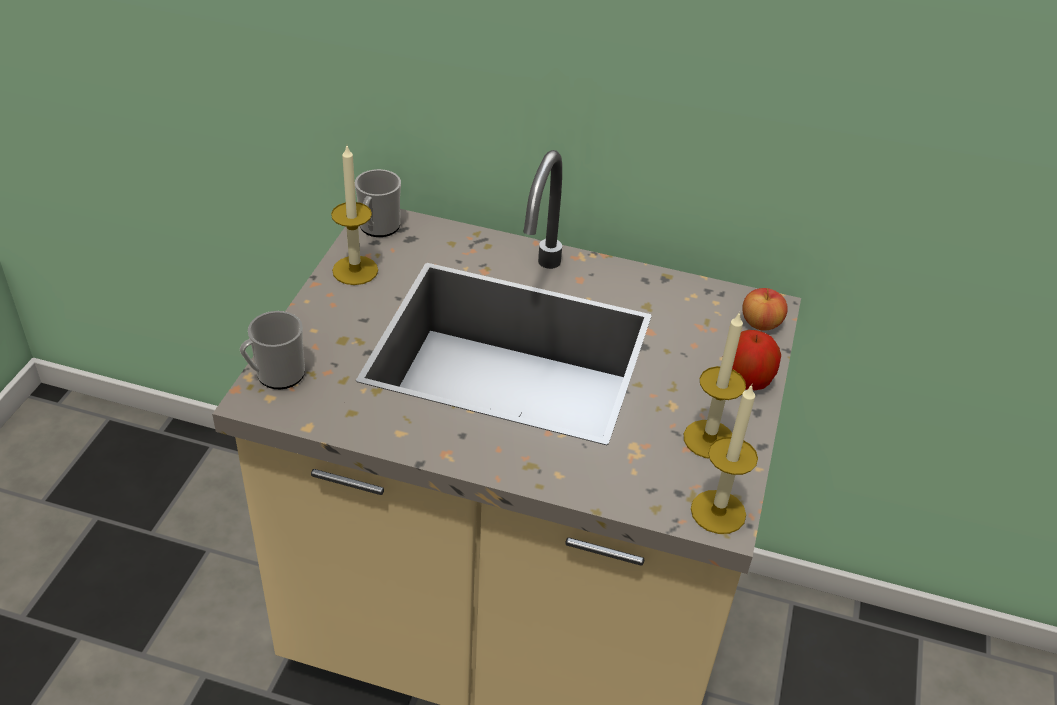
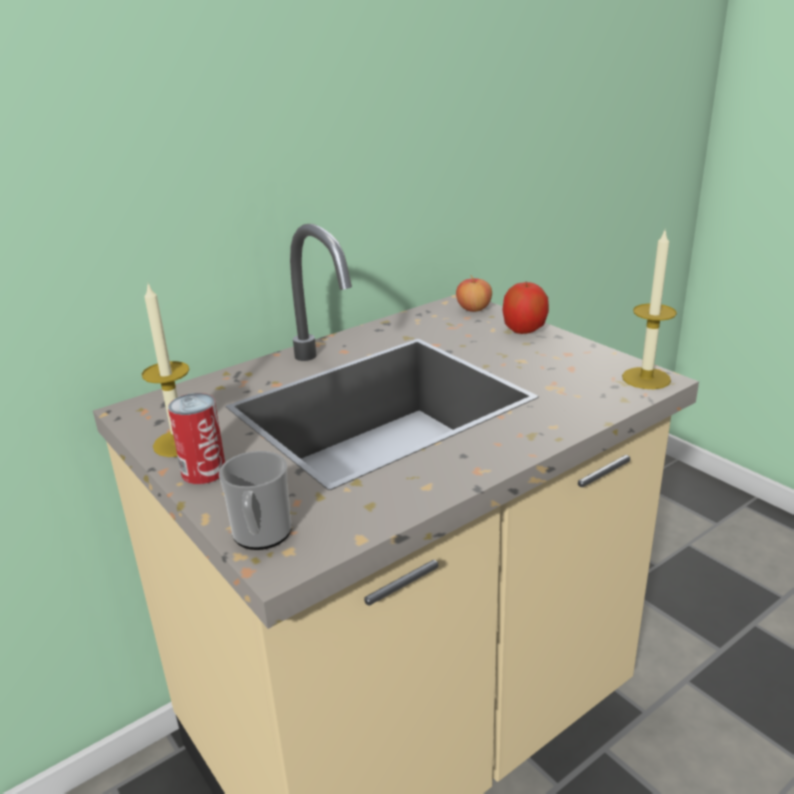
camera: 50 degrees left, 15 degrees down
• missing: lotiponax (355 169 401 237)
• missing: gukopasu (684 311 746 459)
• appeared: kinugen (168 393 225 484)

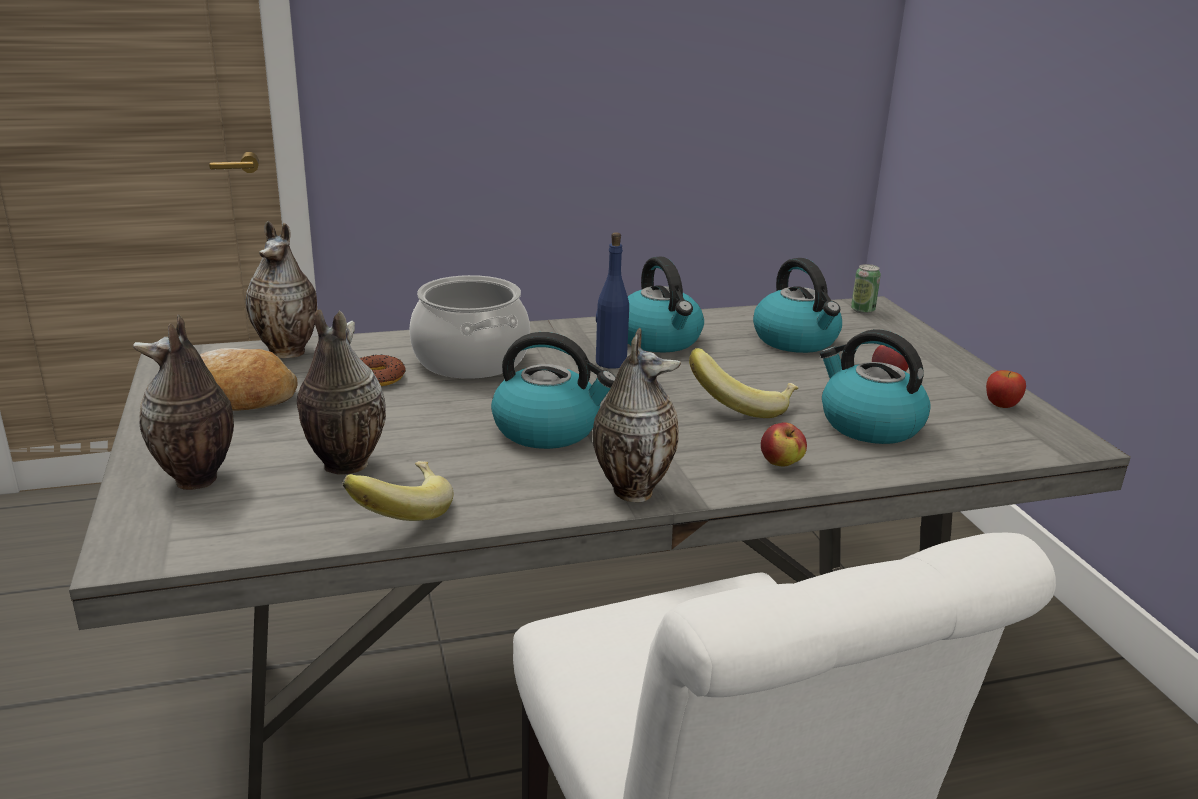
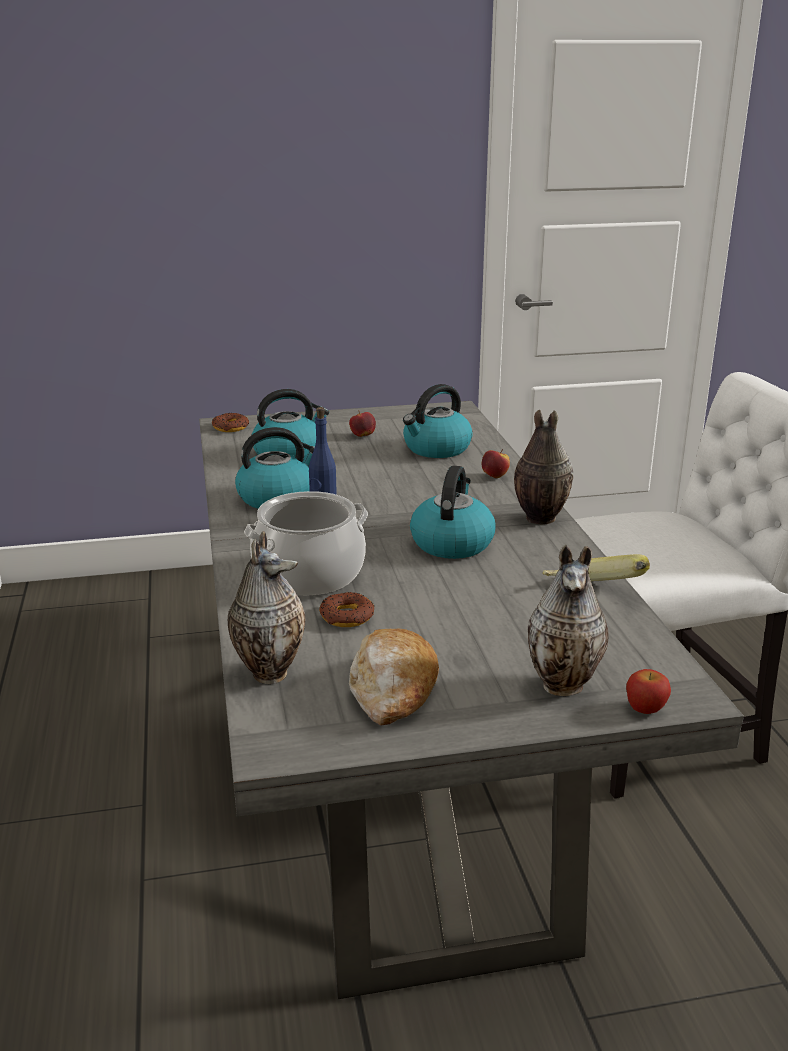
camera: 85 degrees left, 0 degrees up
• exchanged: kinugen (851 264 881 314) to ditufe (212 413 249 432)
• missing: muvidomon (297 309 386 475)
• missing: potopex (689 348 798 418)
• relocated: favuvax (986 370 1026 408) to (626 669 671 714)

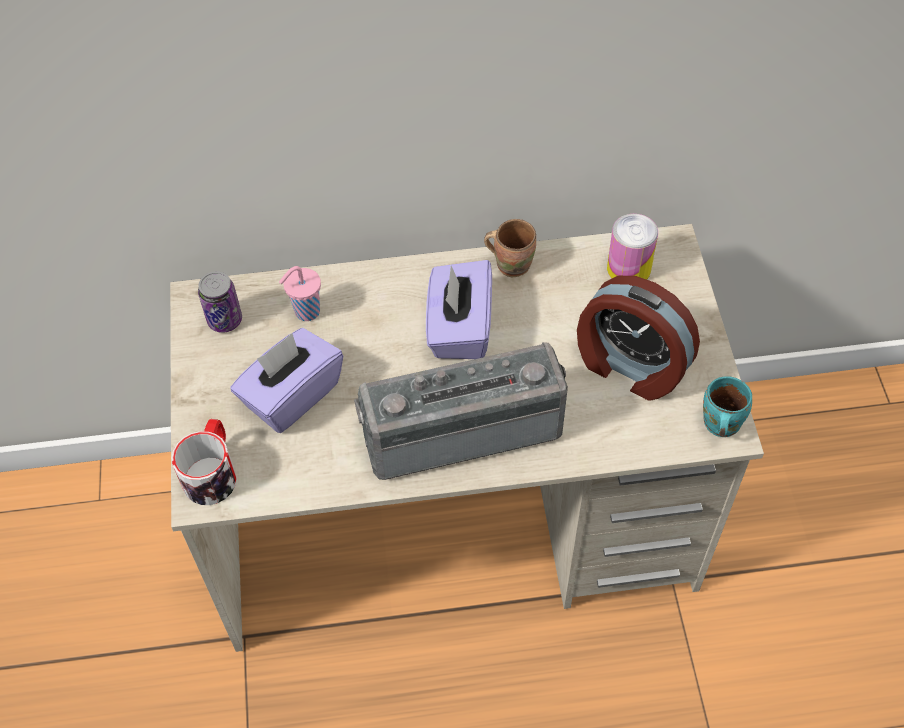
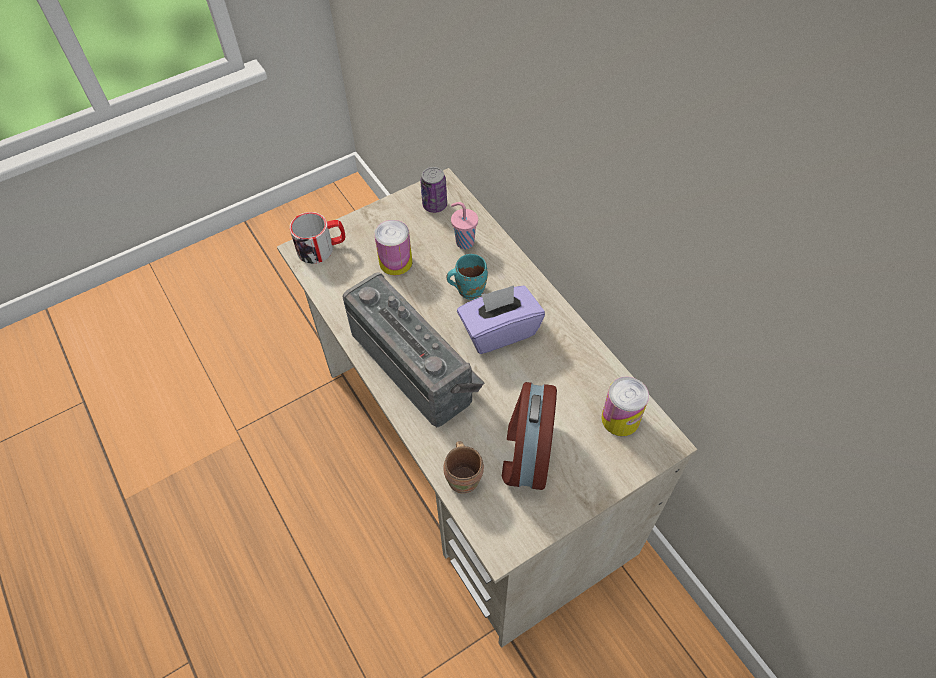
camera: 65 degrees right, 0 degrees up
• relocated: brown lotiponax (484 219 536 277) to (443 441 484 494)
• exchanged: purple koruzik (230 328 343 433) to kinugen (374 220 412 275)
• relocated: turquoise lotiponax (703 376 752 437) to (447 254 488 300)

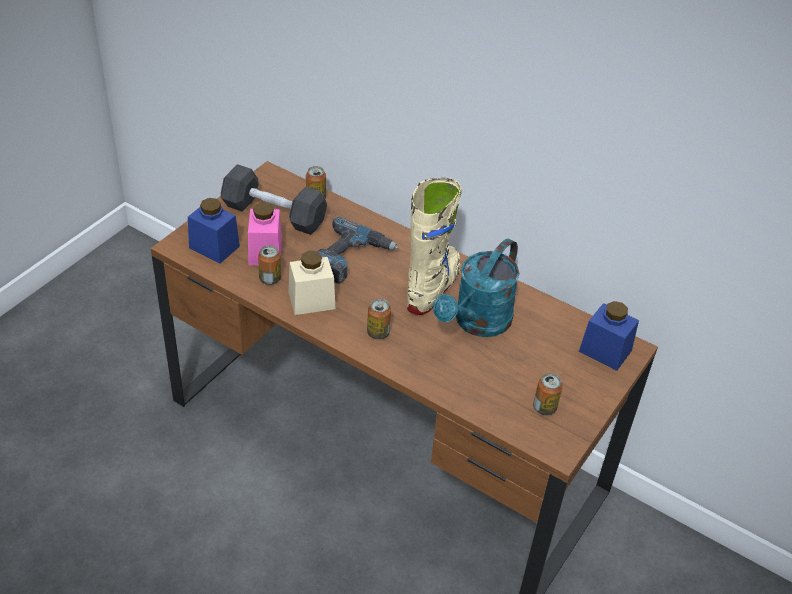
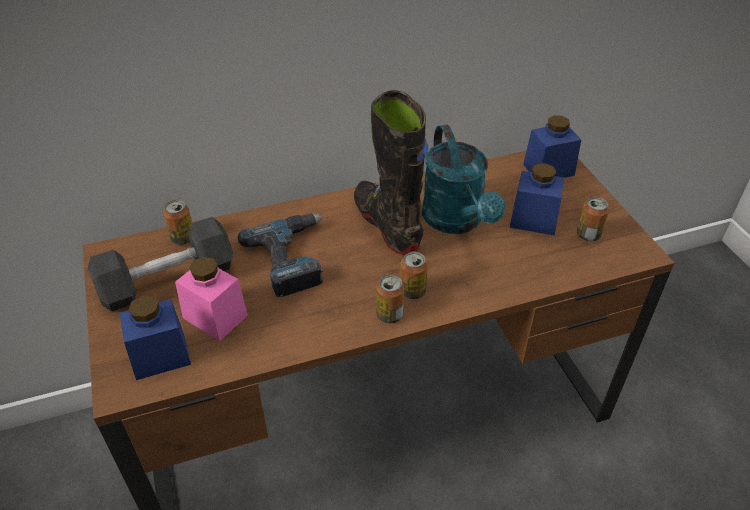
camera: 50 degrees left, 0 degrees up
• colour: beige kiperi (407 178 462 315) to black kiperi (354 90 428 255)
• relocated: kinugen (258 245 281 285) to (376 274 405 323)
• missing: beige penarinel (289 251 335 315)
• appeared: blue penarinel (510 163 564 235)

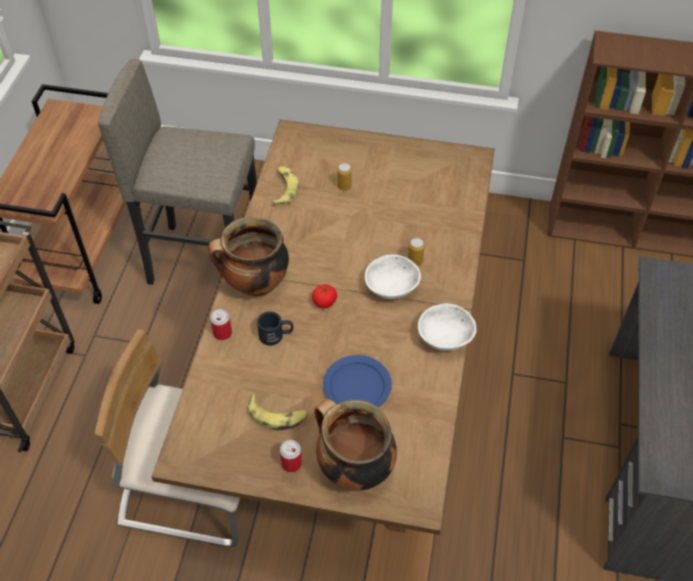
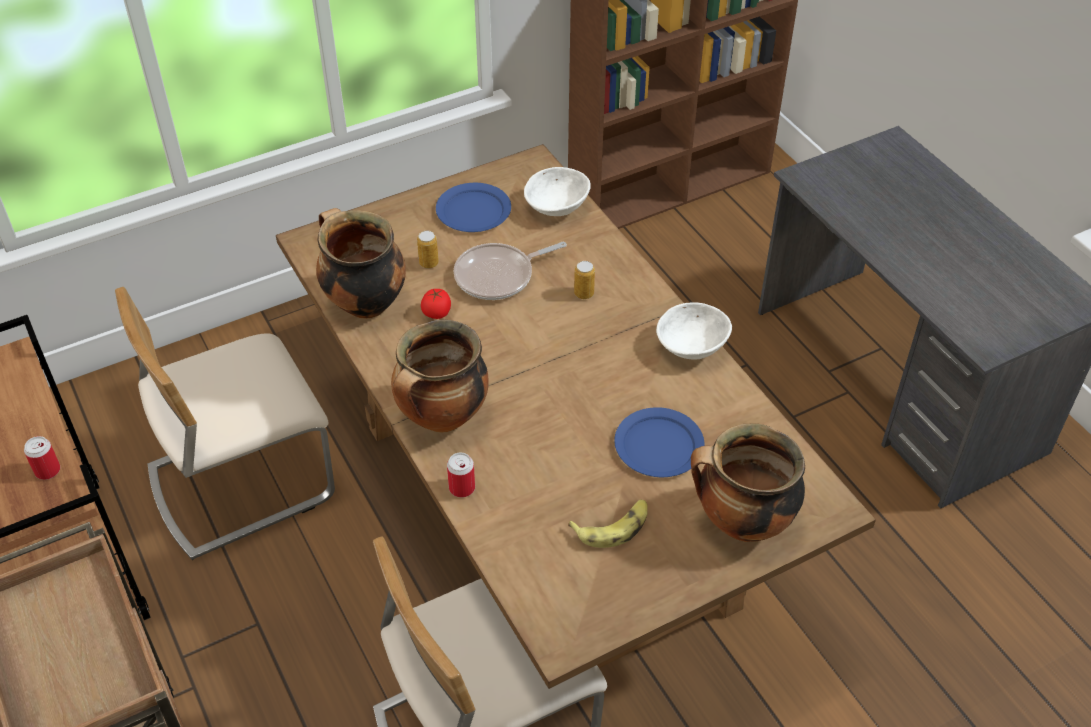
camera: 40 degrees left, 5 degrees down
• exchanged: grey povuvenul (98 59 257 285) to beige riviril (115 287 335 560)
• exchanged: potopex (272 166 299 205) to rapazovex (316 208 406 319)
• relocated: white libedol (365 255 421 299) to (524 167 591 216)
• relocated: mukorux (312 284 337 308) to (421 289 451 319)
• missing: black lotiponax (257 311 293 346)
• relocated: kinugen (280 440 302 473) to (24 436 60 480)
• appeared: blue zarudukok (436 183 511 232)
• appeared: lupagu (454 242 567 300)

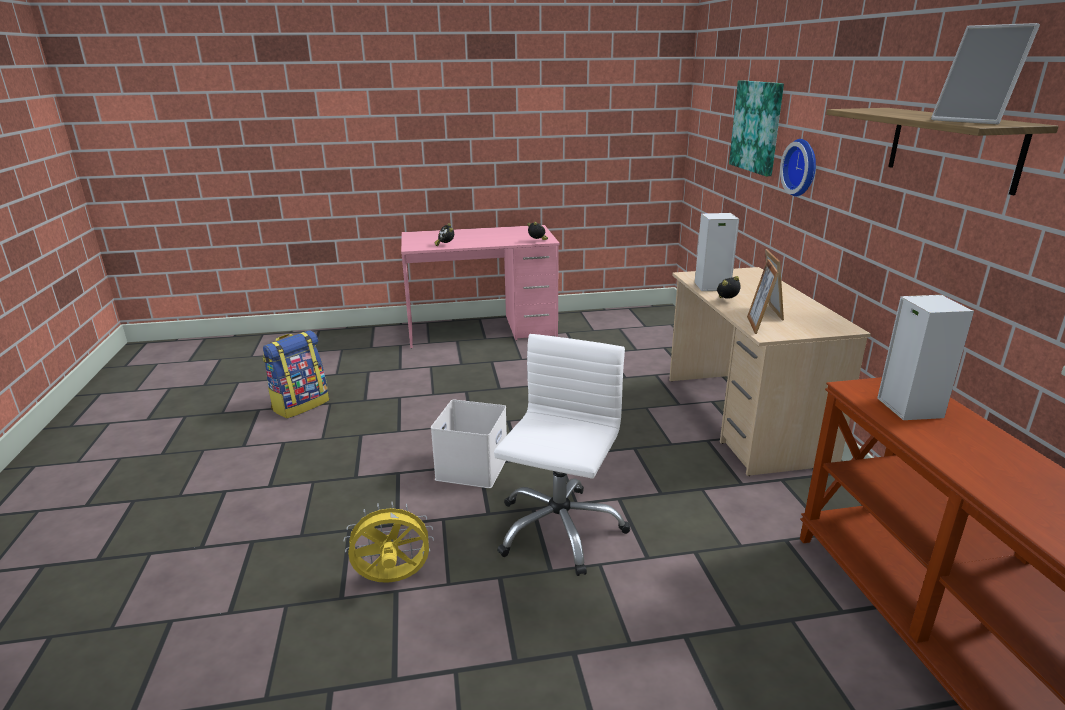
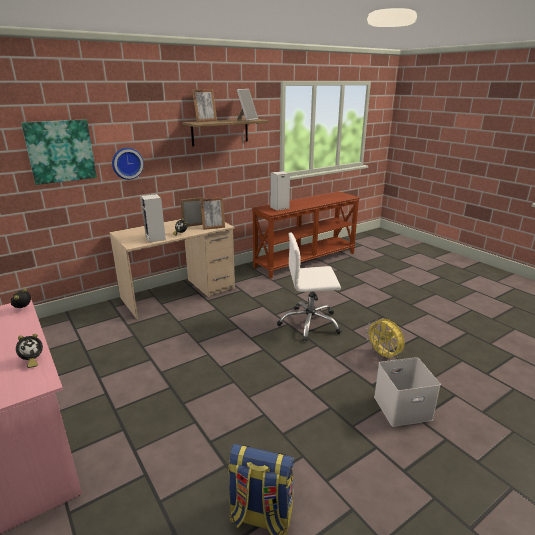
camera: 115 degrees left, 0 degrees up
• relocated: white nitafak (431 400 507 488) to (374 357 441 427)
• appeared: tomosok (192 89 217 122)

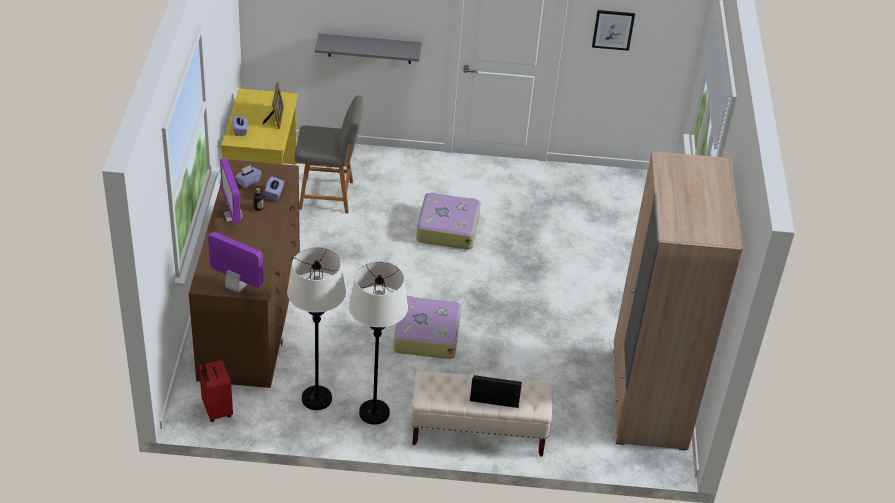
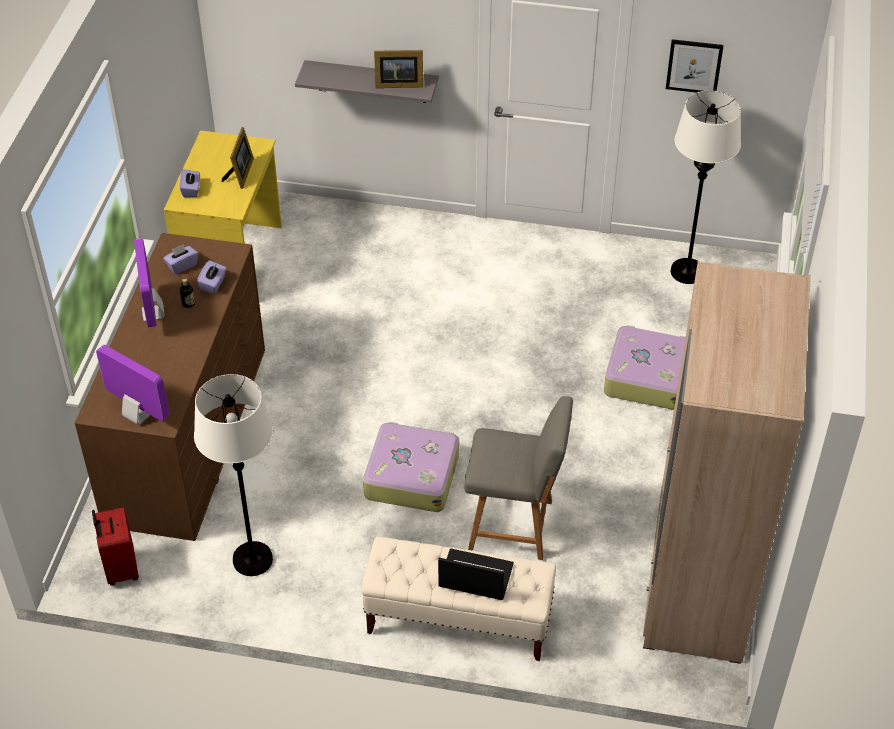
camera: 10 degrees right, 5 degrees up
• relocated: grey riviril (295 95 363 213) to (464 396 573 560)
• relocated: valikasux (416 192 481 249) to (604 325 686 410)
• relocated: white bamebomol (349 261 408 425) to (671 90 741 284)
• appeared: tomosok (374 50 423 88)

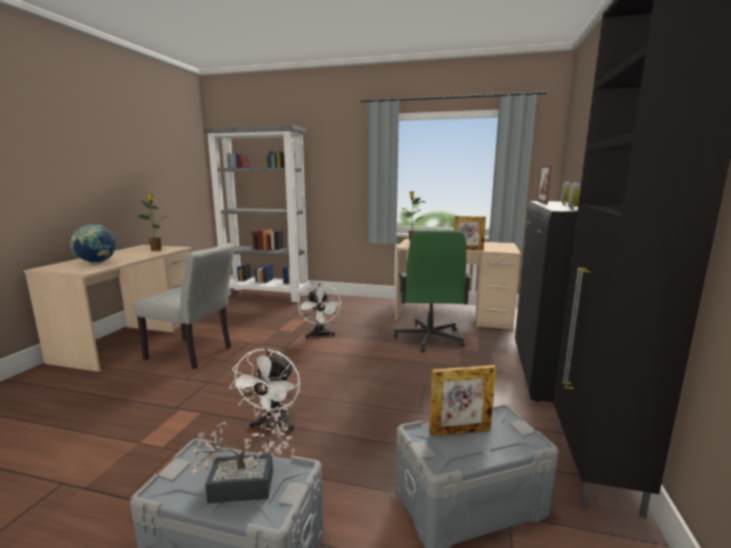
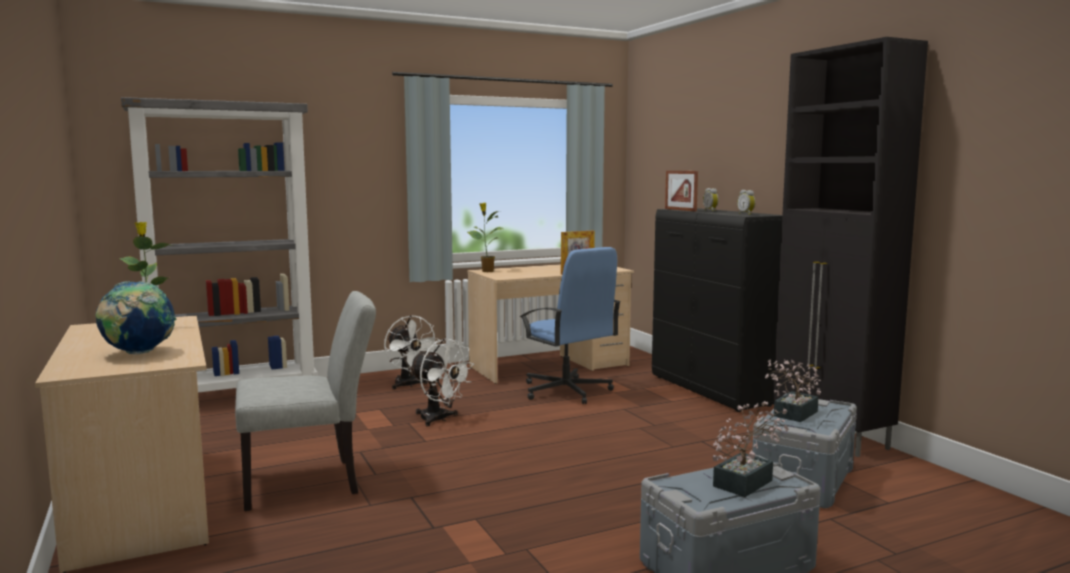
camera: 40 degrees left, 5 degrees down
• colour: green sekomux (393 230 471 352) to blue sekomux (520 247 621 404)
• relocated: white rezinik (229 348 301 432) to (384 315 440 390)
• exchanged: tomosok (429 365 496 436) to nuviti (765 359 821 422)

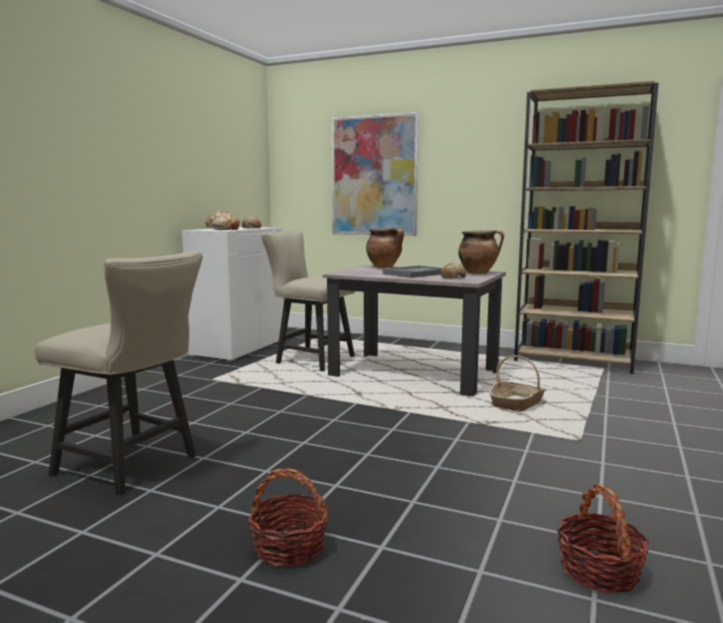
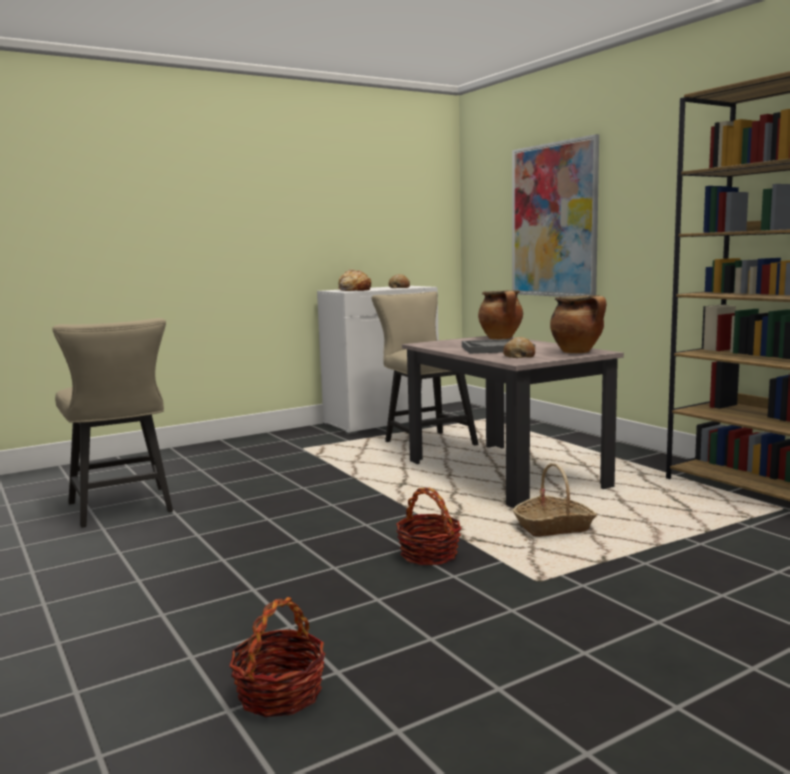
camera: 35 degrees right, 0 degrees up
• relocated: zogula (248 468 328 566) to (396 488 462 565)

